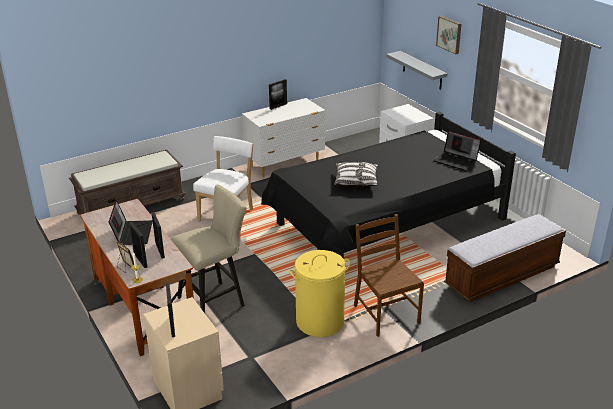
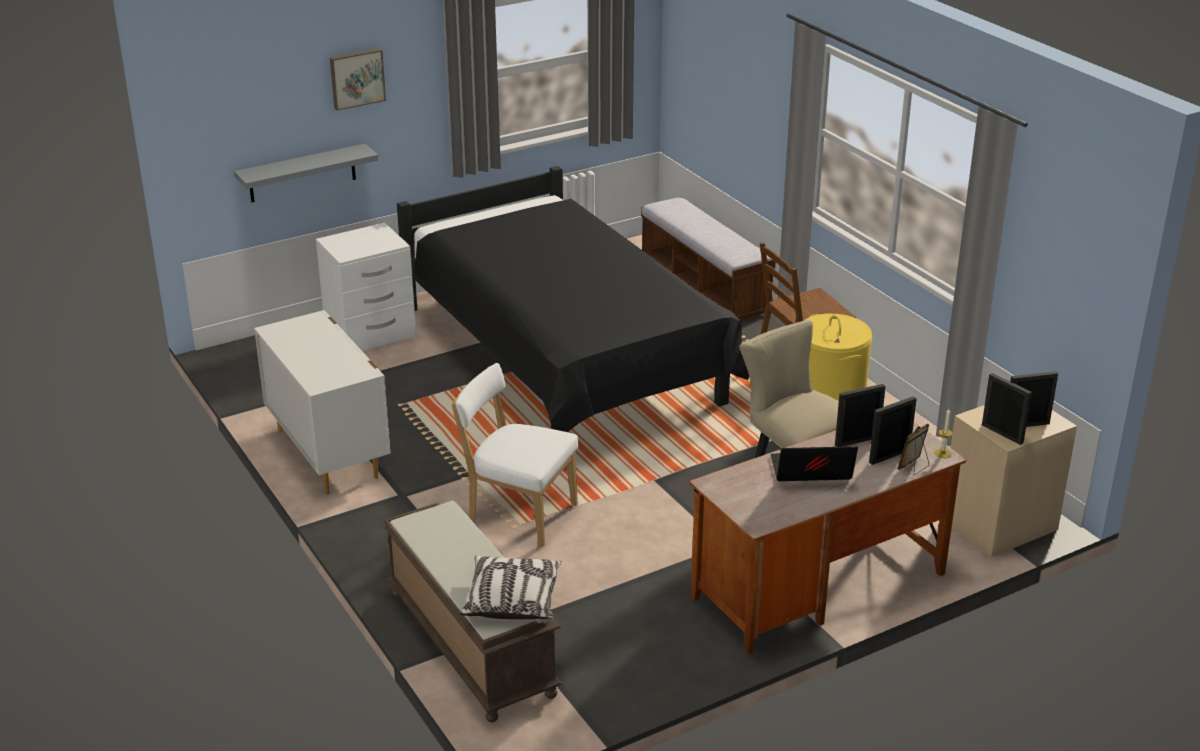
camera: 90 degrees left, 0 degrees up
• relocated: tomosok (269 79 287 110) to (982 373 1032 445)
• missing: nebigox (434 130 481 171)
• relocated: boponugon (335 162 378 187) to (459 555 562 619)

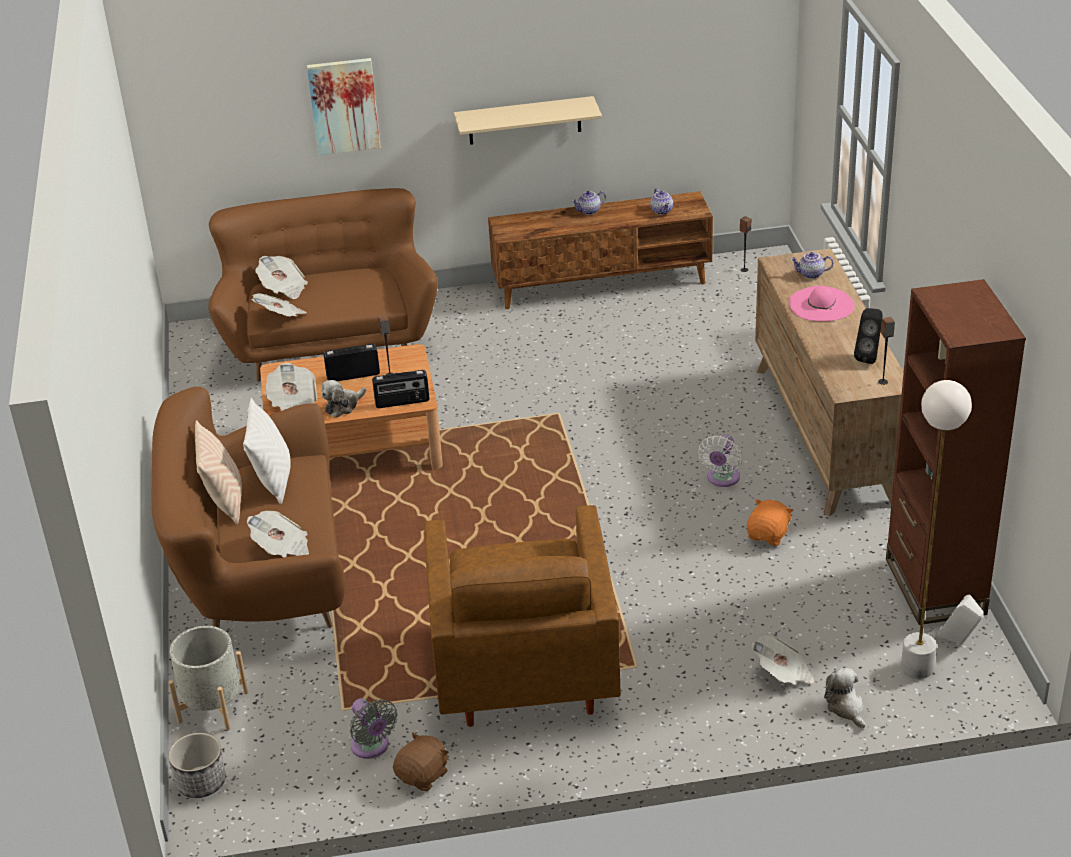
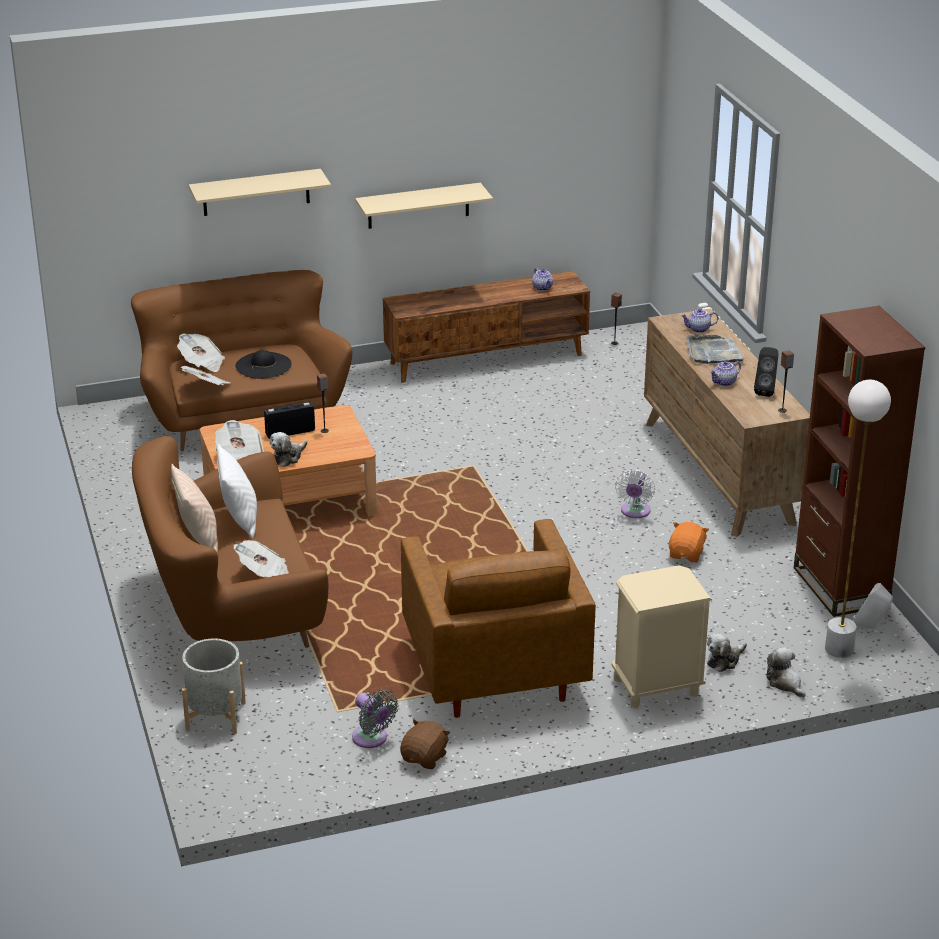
camera: 10 degrees left, 5 degrees down
• exchanged: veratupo (307 58 381 155) to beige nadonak (189 169 331 216)
• relocated: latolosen (572 191 606 215) to (710 361 741 386)
• exchanged: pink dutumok (789 286 855 321) to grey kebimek (686 335 745 364)
• missing: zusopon (372 370 430 408)
• exchanged: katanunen (751 634 815 685) to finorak (707 634 747 672)
• missing: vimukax (168 733 226 798)
• appeared: black dutumok (235 350 292 379)
• appeared: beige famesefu (612 566 712 709)

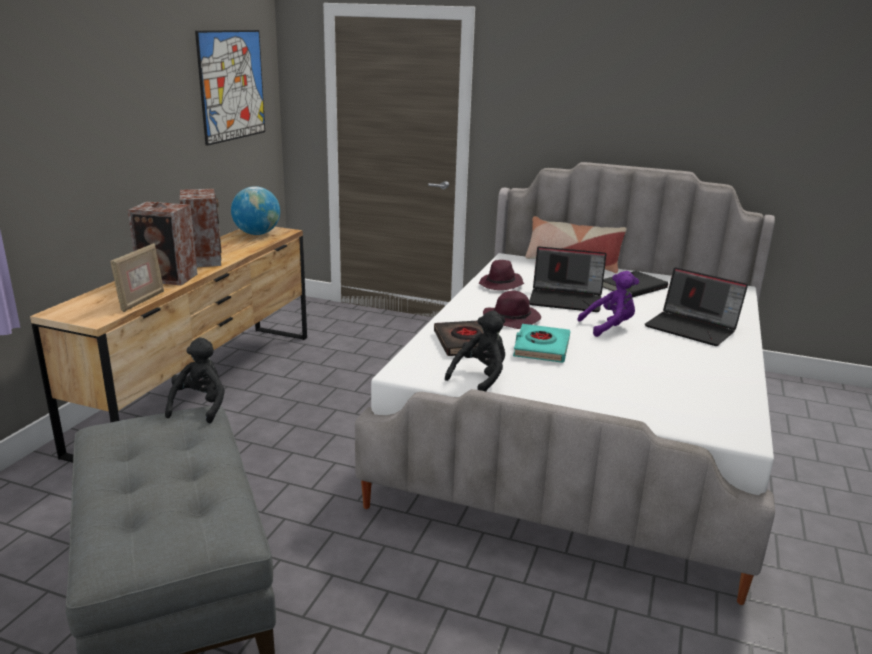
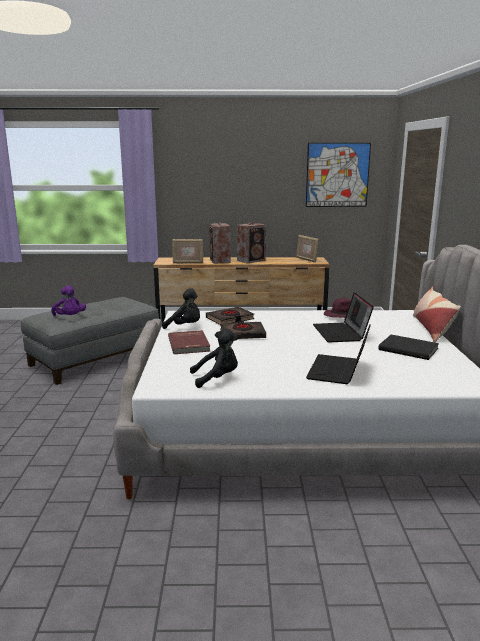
camera: 70 degrees right, 5 degrees down
• exchanged: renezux (231 186 280 235) to tomosok (296 235 319 263)
• relocated: purple finorak (578 271 639 337) to (51 286 86 316)
• missing: purple dutumok (483 290 541 329)
• colour: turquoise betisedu (513 324 570 363) to black betisedu (220 321 266 339)
• relocated: black finorak (165 338 225 423) to (190 328 238 388)
• appeared: red betisedu (168 330 210 354)

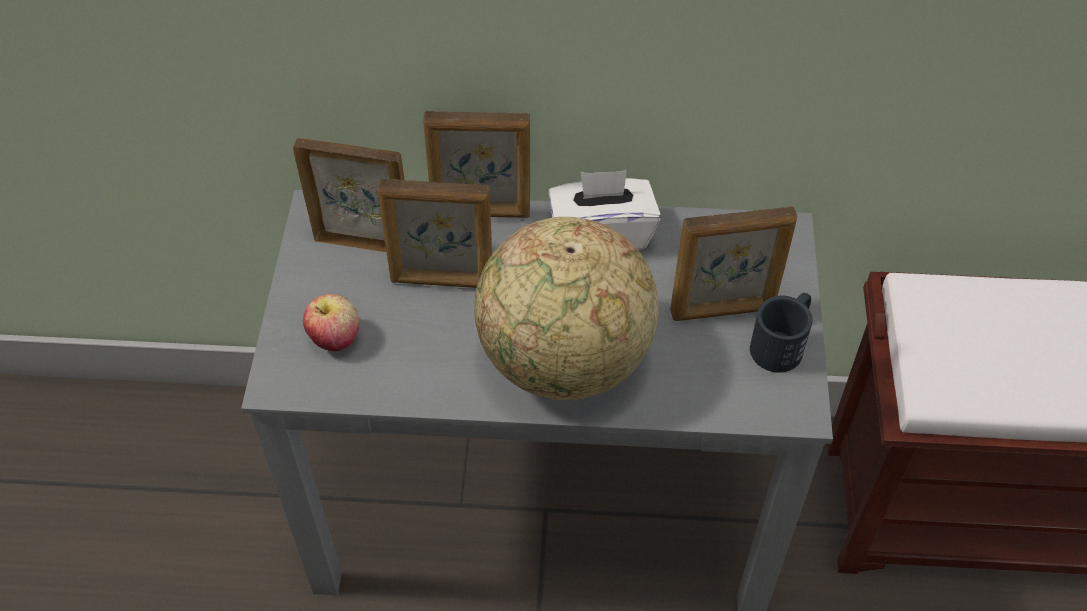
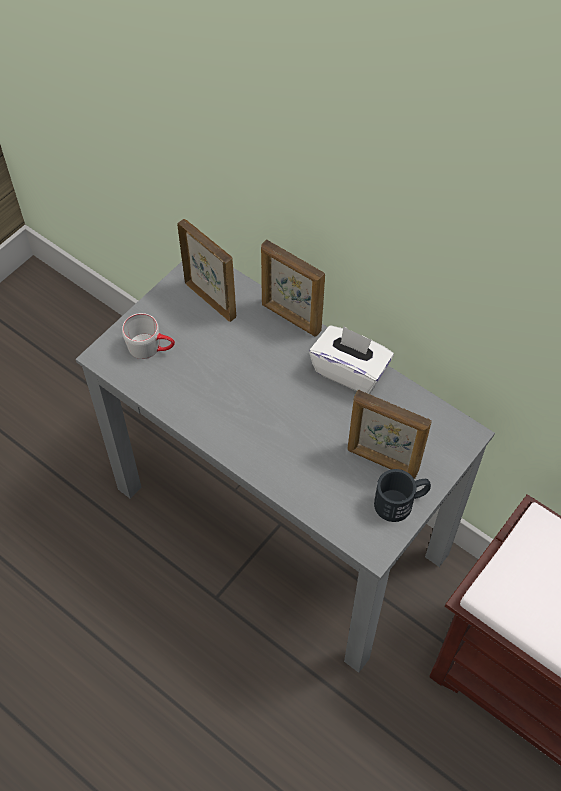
camera: 35 degrees right, 5 degrees up
• missing: tomosok (377 178 492 288)
• missing: renezux (474 217 659 400)
• exchanged: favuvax (303 294 359 351) to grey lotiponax (122 313 175 359)

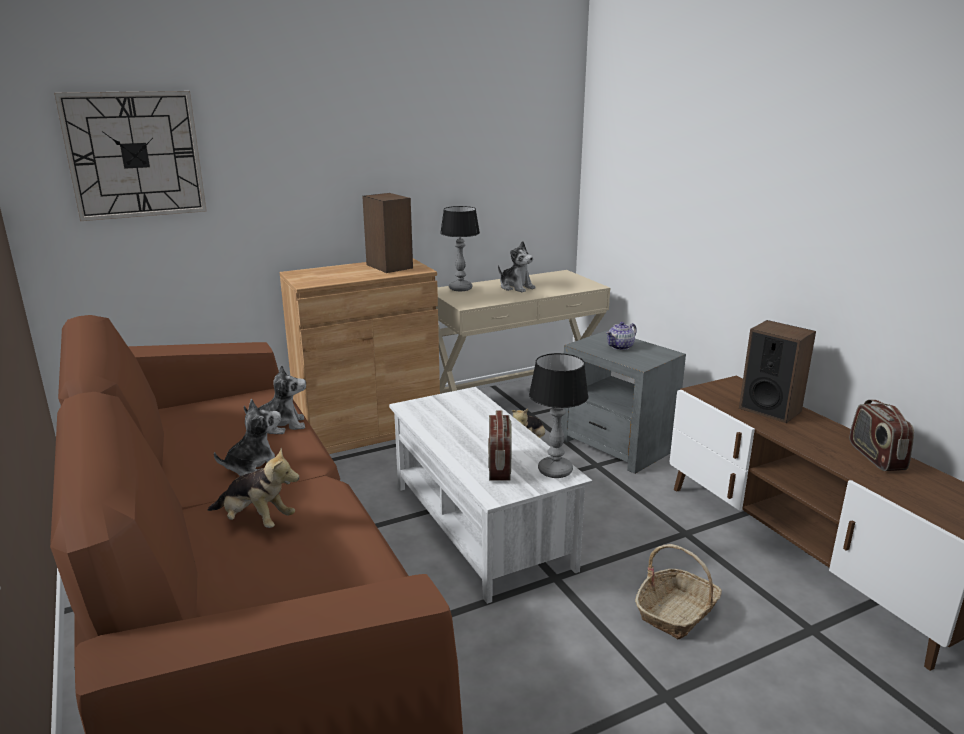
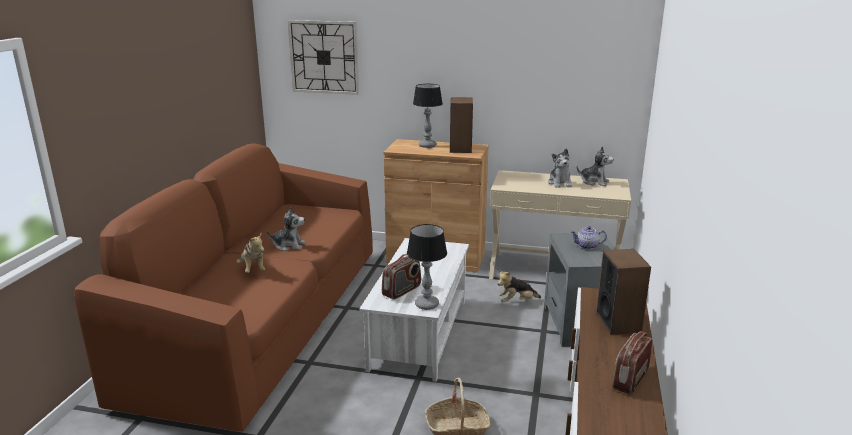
camera: 40 degrees right, 0 degrees up
• relocated: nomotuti (440 206 480 291) to (413 84 443 148)
• relocated: finorak (244 364 306 434) to (576 146 614 186)

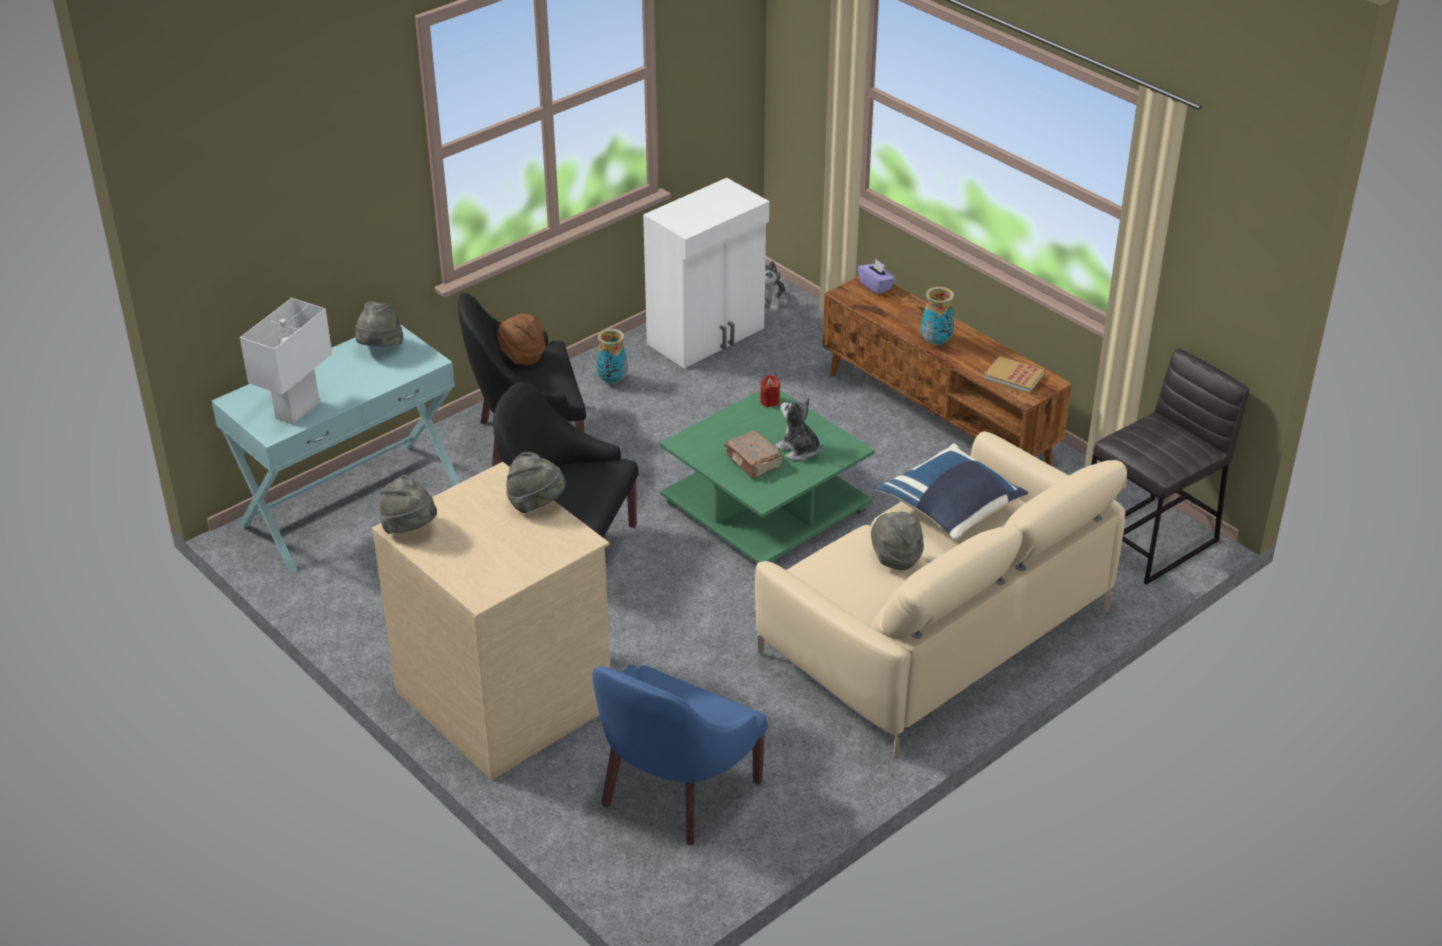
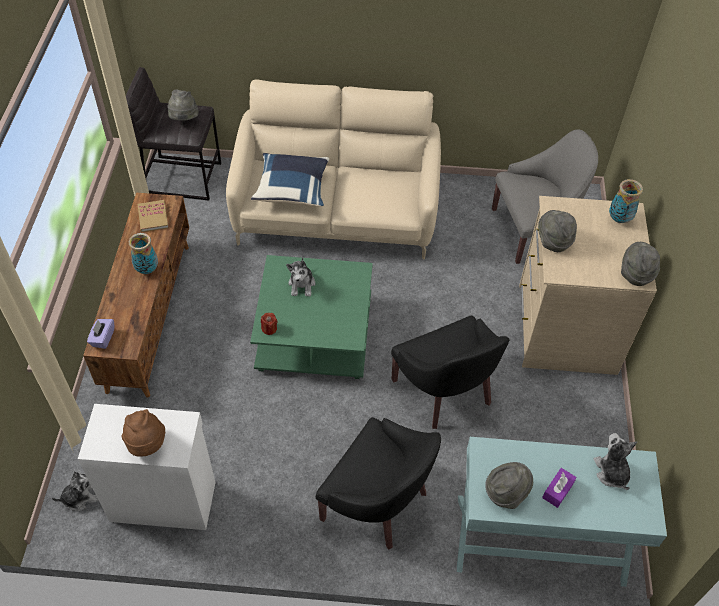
camera: 135 degrees left, 15 degrees up
• exchanged: white nomotuti (240 298 332 425) to finorak (594 433 637 490)
• relocated: brown dutumok (498 314 545 365) to (122 409 165 457)
• relocated: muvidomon (597 329 628 384) to (609 179 643 223)
• missing: brown betisedu (725 431 782 479)
• relocated: grey dutumok (871 512 924 570) to (167 90 199 121)
• colour: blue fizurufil (592 664 768 845) to grey fizurufil (492 129 598 264)
• appeared: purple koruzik (542 468 577 508)

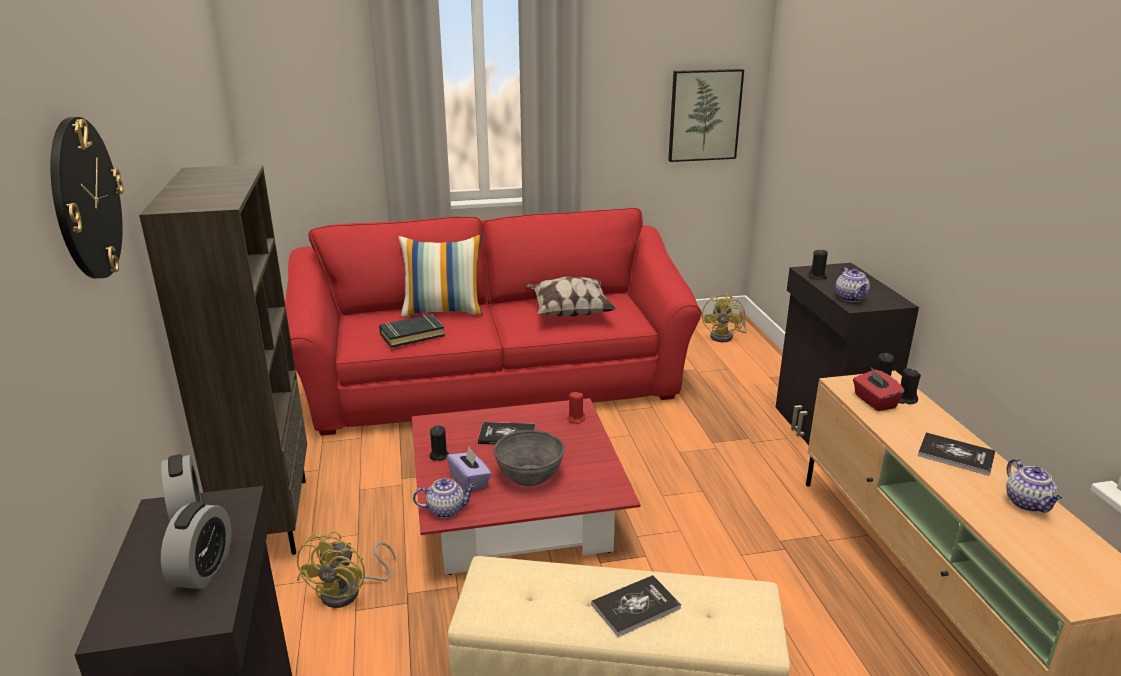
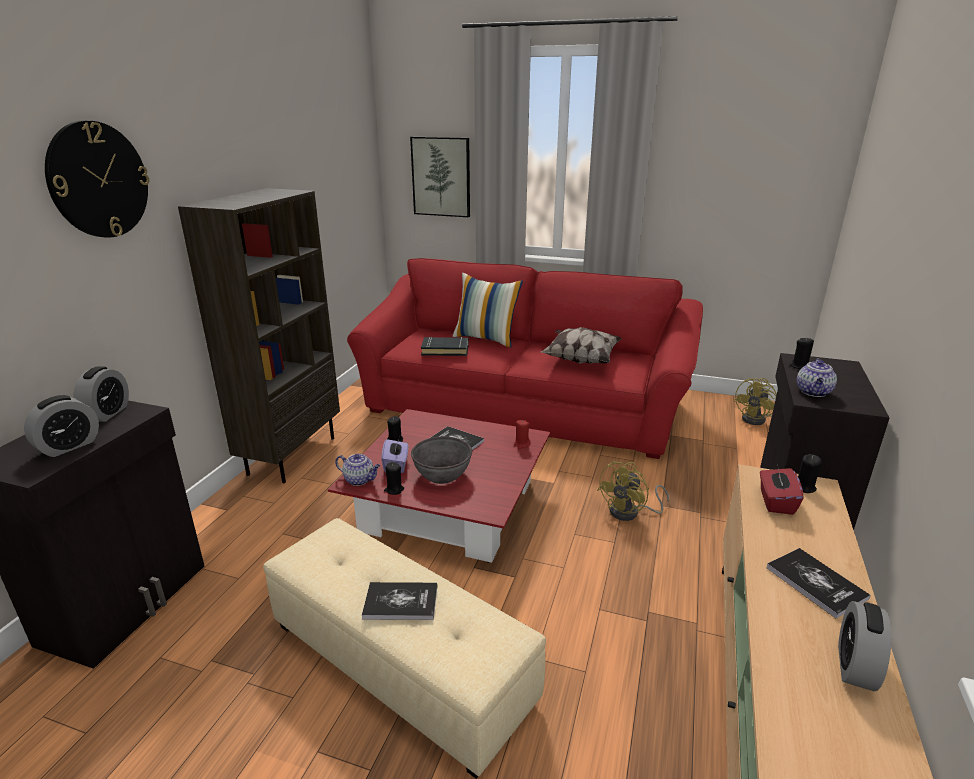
camera: 30 degrees right, 0 degrees up
• relocated: veratupo (668 69 744 162) to (410 137 470 217)
• relocated: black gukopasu (899 368 921 404) to (384 462 404 495)
• exchanged: latolosen (1006 458 1062 512) to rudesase (838 601 891 691)
• relocated: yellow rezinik (297 531 396 608) to (597 461 669 521)

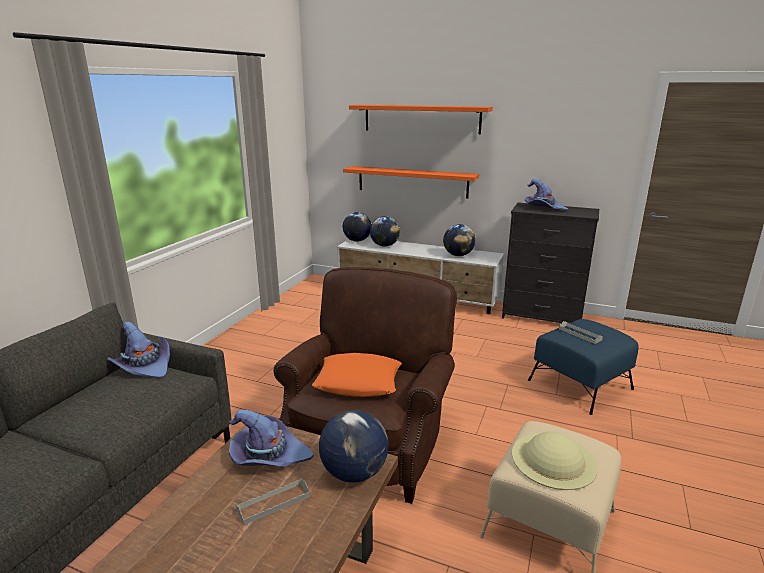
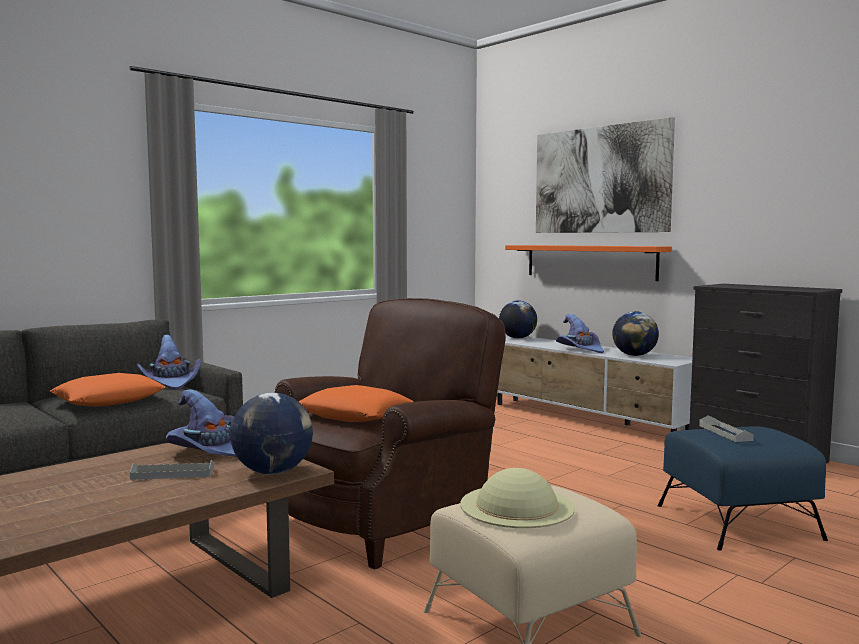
camera: 25 degrees right, 15 degrees down
• exchanged: orange nadonak (349 105 493 134) to veratupo (536 117 675 233)
• relocated: purple dutumok (525 179 568 211) to (556 314 604 353)
• missing: renezux (370 216 400 247)
• appeared: orange boponugon (50 373 165 407)

